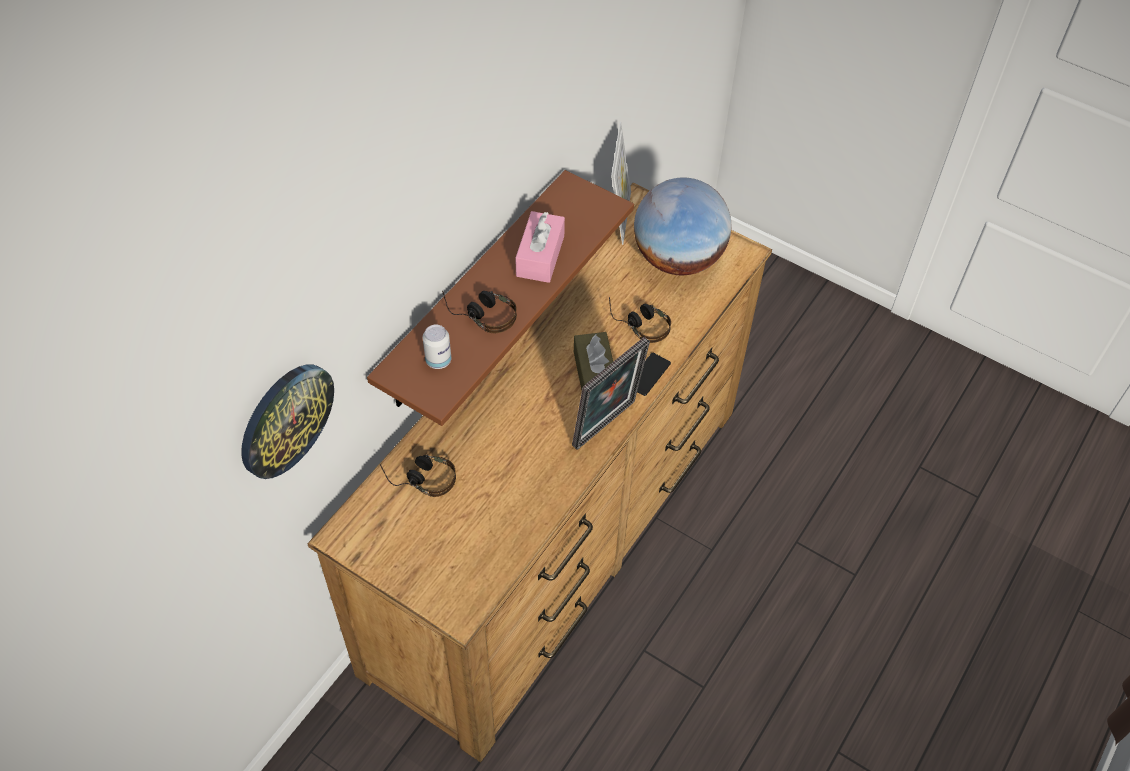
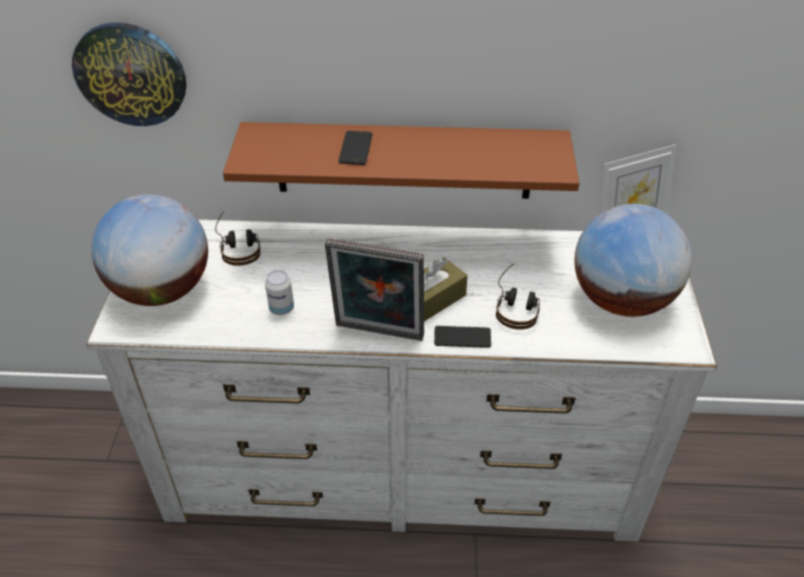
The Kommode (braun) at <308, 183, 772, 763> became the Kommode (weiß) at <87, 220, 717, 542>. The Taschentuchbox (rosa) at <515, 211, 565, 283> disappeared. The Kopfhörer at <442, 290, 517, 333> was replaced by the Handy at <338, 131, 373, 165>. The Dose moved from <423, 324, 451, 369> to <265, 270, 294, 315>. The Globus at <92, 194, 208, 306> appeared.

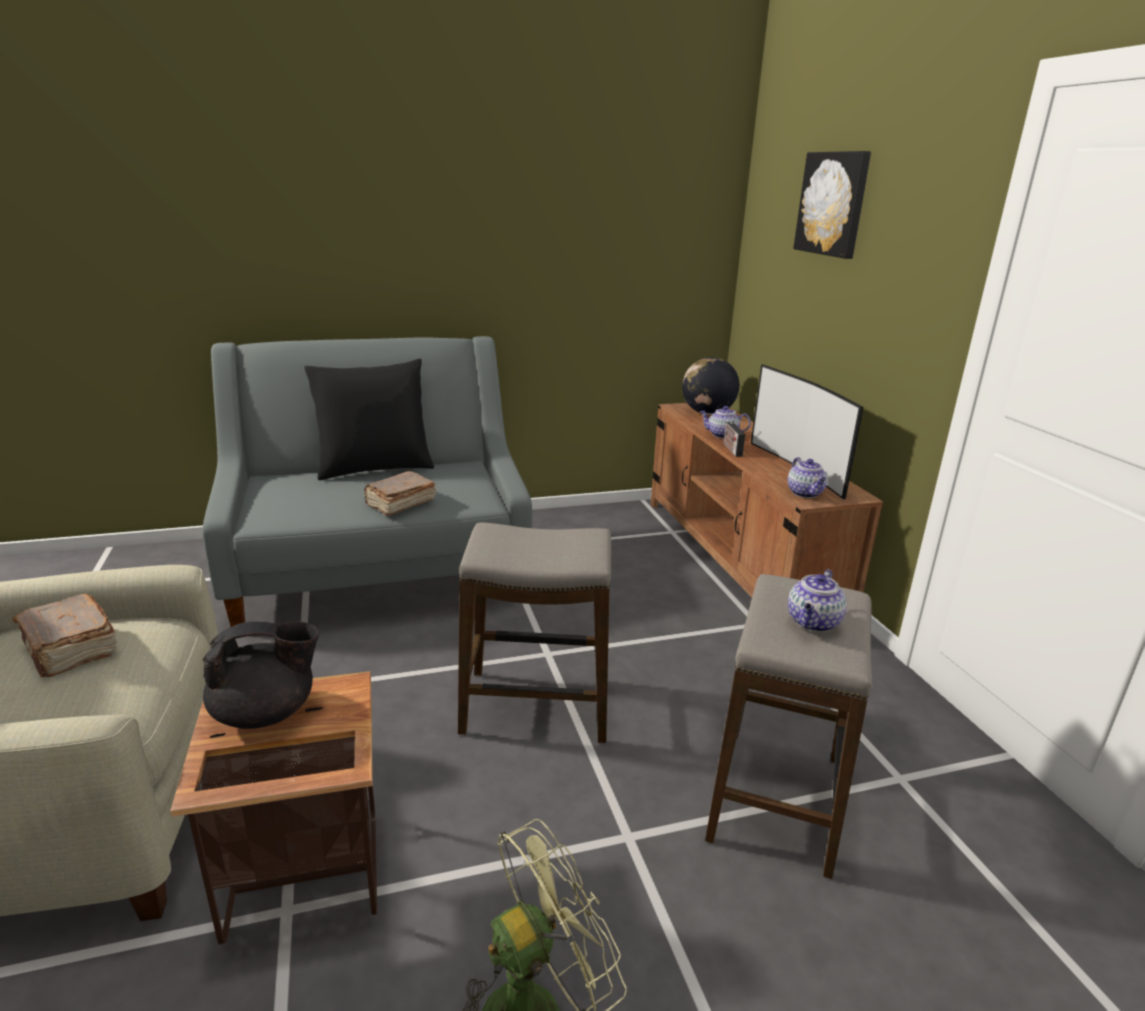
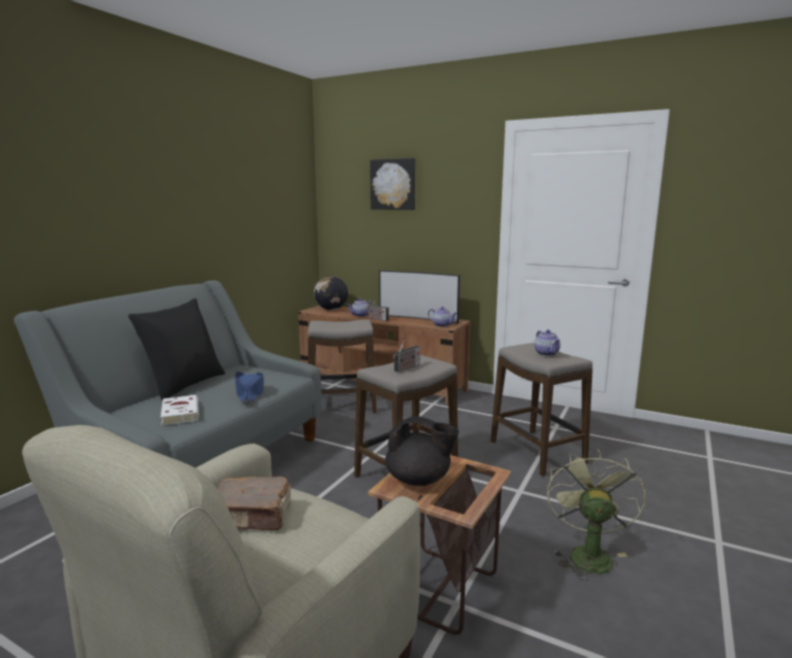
The Buch (braun) at <364, 471, 436, 516> was replaced by the Hut (blau) at <234, 372, 264, 403>. The Teekanne (schwarz) at <203, 621, 319, 729> turned 75 degrees clockwise. The Hocker at <307, 319, 377, 414> appeared. The Radio at <393, 340, 420, 372> appeared. The Buch (weiß) at <161, 395, 199, 425> appeared.

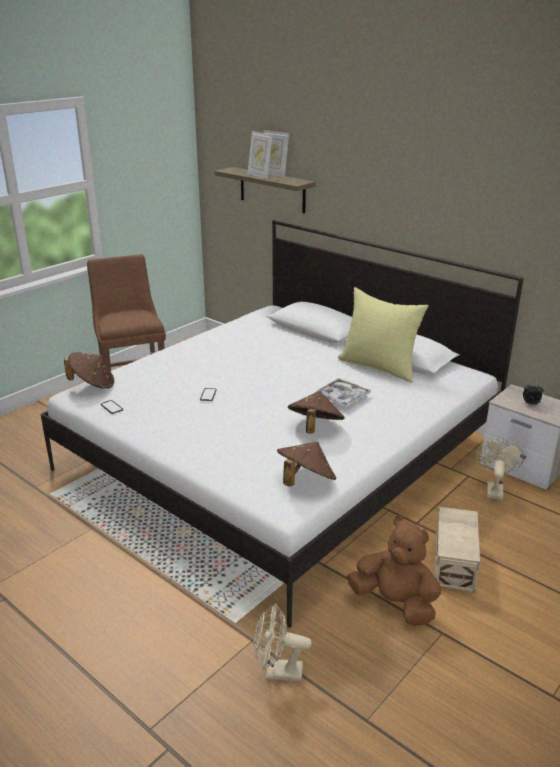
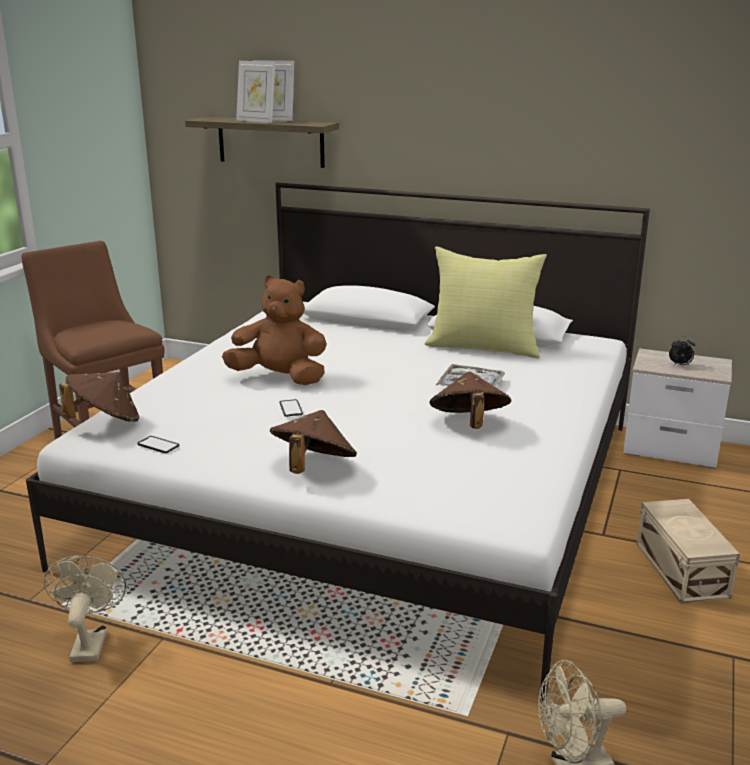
The Ventilator (beige) moved from <476, 439, 524, 500> to <44, 555, 126, 662>. The Hut (braun) moved from <277, 442, 336, 486> to <270, 410, 357, 474>. The Plüschtier (braun) moved from <347, 516, 441, 626> to <222, 275, 327, 385>.

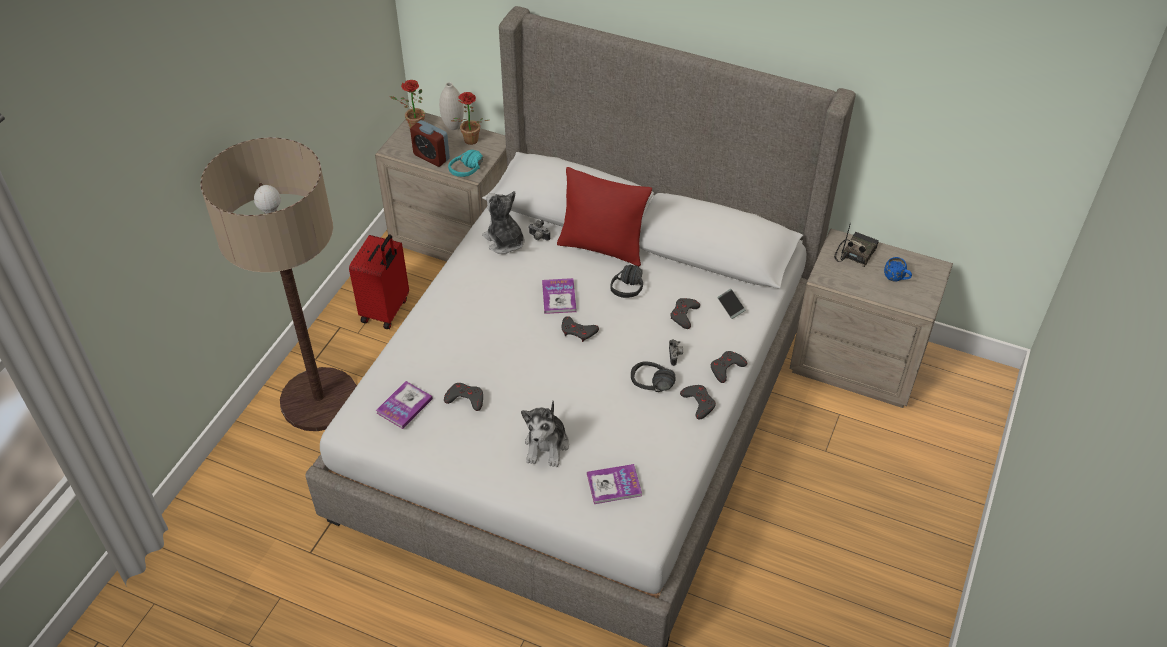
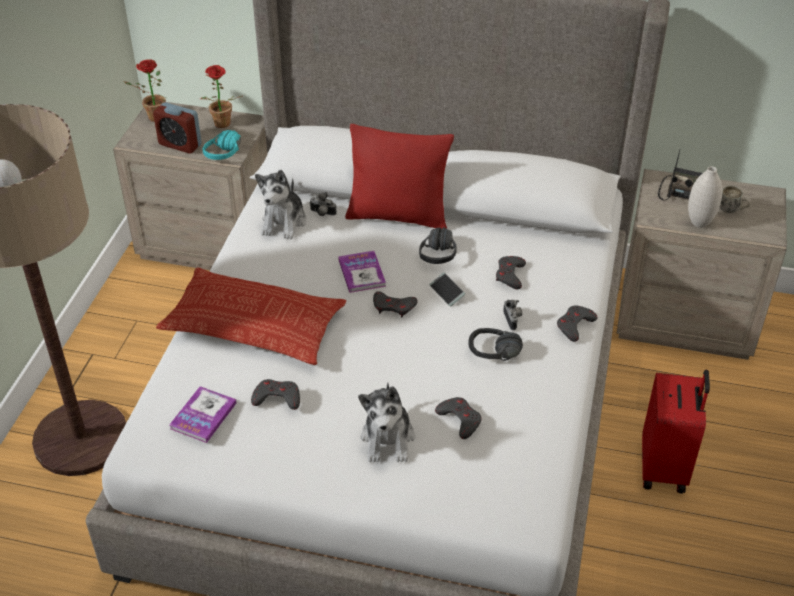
The Vase (weiß) moved from <439, 82, 464, 130> to <688, 166, 722, 228>. The Plüschtier at <482, 191, 525, 254> turned 120 degrees counterclockwise. The Koffer (rot) moved from <349, 234, 409, 329> to <642, 370, 710, 494>. The Henkelbecher (blau) at <884, 257, 912, 281> became the Henkelbecher (weiß) at <719, 185, 751, 213>. The Handy moved from <717, 289, 746, 319> to <429, 272, 465, 307>. The Gamepad (grau) moved from <680, 385, 716, 420> to <435, 397, 482, 439>. The Buch at <587, 464, 642, 504> disappeared. The Kissen at <156, 267, 346, 365> appeared.

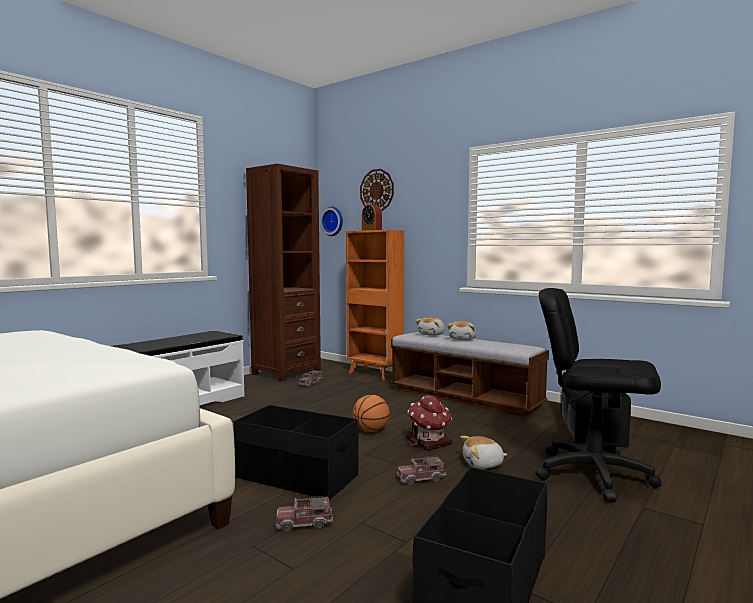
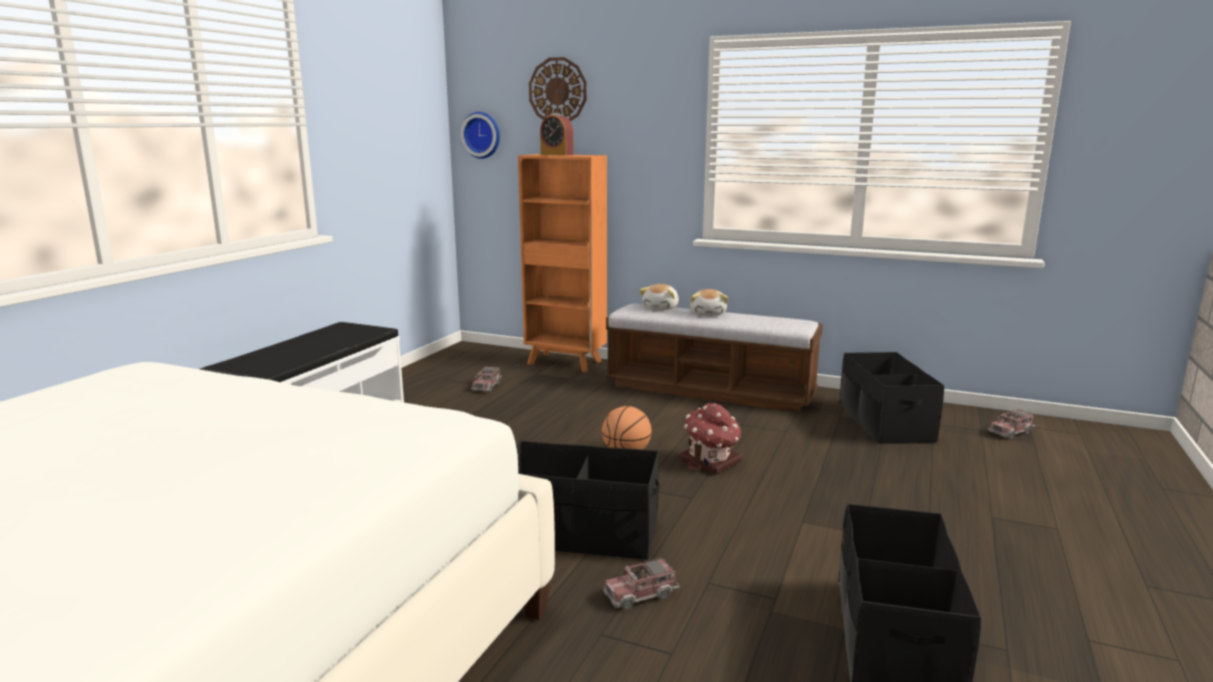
The Bücherregal (braun) at <246, 164, 321, 382> disappeared. The Bürostuhl (schwarz) at <535, 288, 662, 502> disappeared. The Plüschtier at <460, 436, 508, 469> disappeared. The Spielzeuglaster moved from <397, 455, 447, 486> to <988, 409, 1035, 439>.

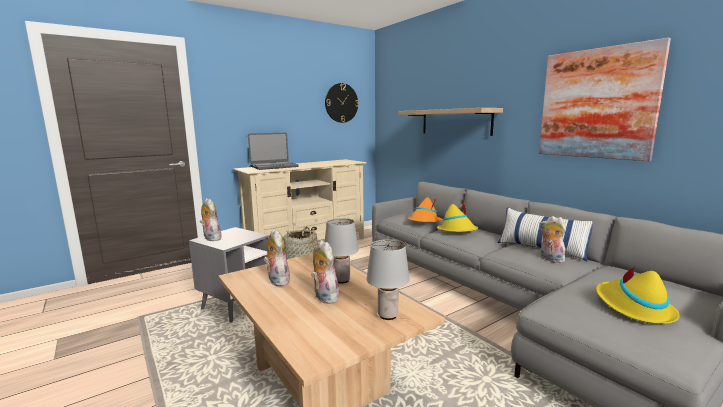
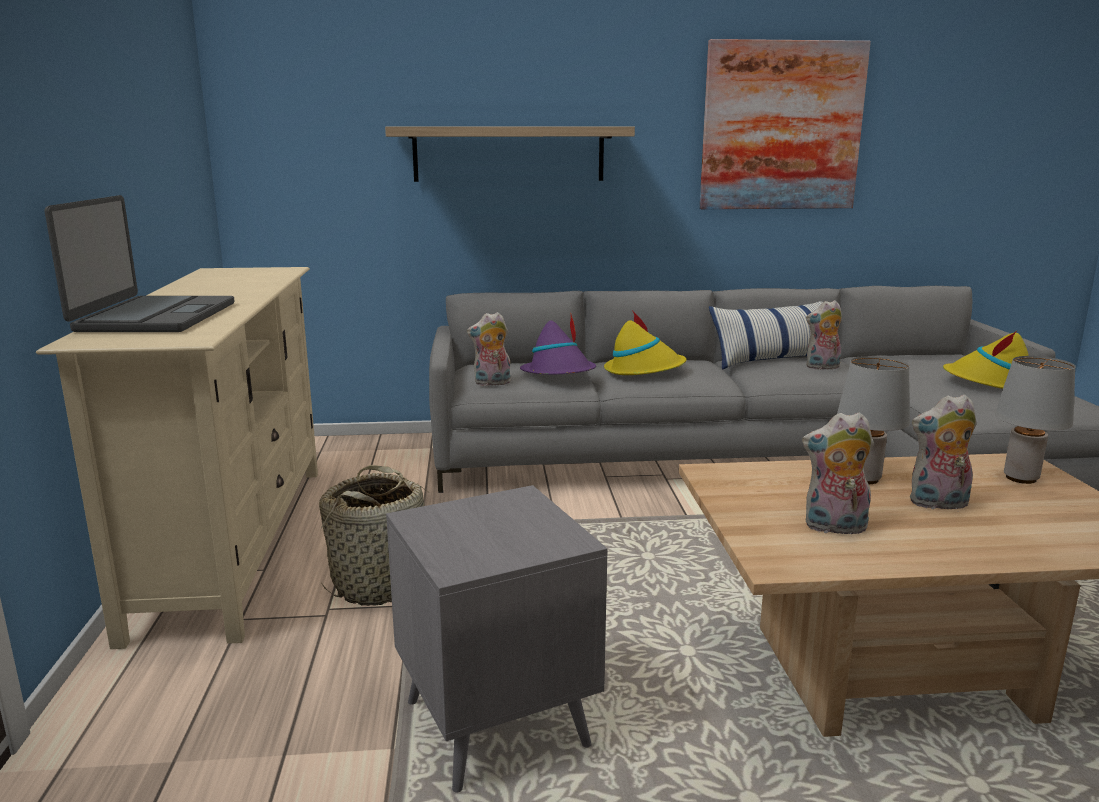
The Wanduhr at <325, 83, 359, 123> disappeared. The Hut (orange) at <408, 197, 443, 222> became the Hut (lila) at <520, 312, 596, 374>. The Plüschtier moved from <200, 198, 222, 241> to <467, 312, 511, 386>.

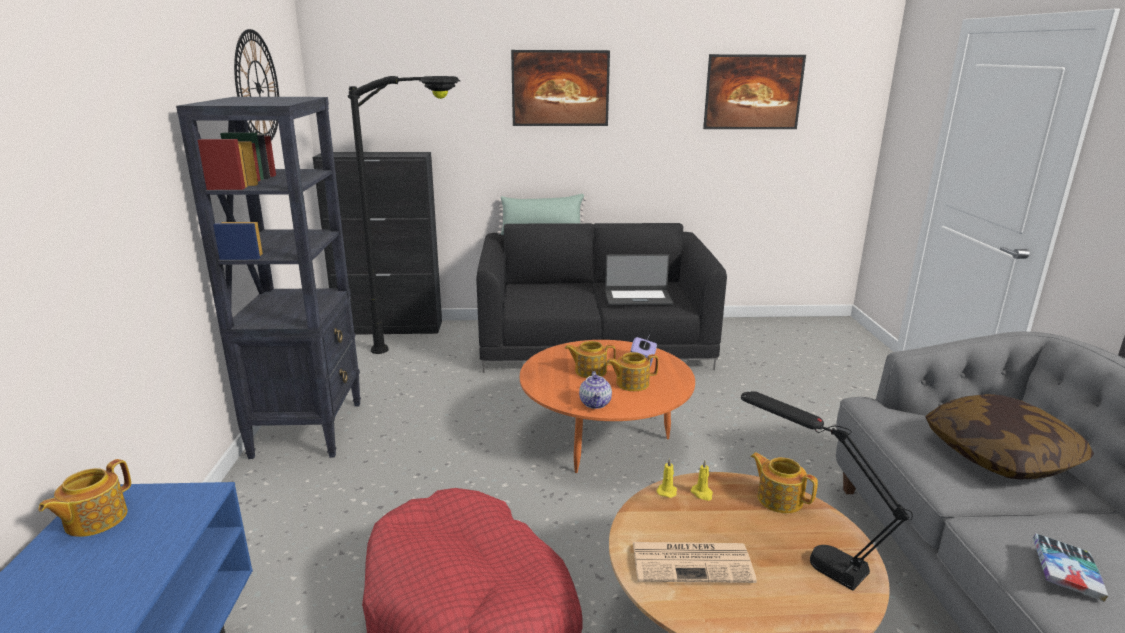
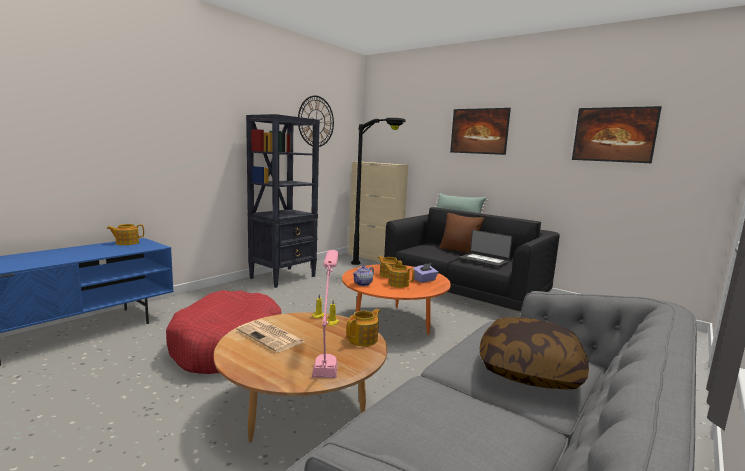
The Schrank (schwarz) at <313, 152, 442, 335> became the Schrank (beige) at <348, 162, 408, 262>. The Tischlampe (schwarz) at <741, 391, 913, 591> became the Tischlampe (rosa) at <312, 250, 339, 378>. The Teekanne at <750, 453, 818, 513> turned 45 degrees clockwise. The Buch at <1033, 534, 1108, 602> disappeared. The Kissen (braun) at <440, 213, 484, 253> appeared.

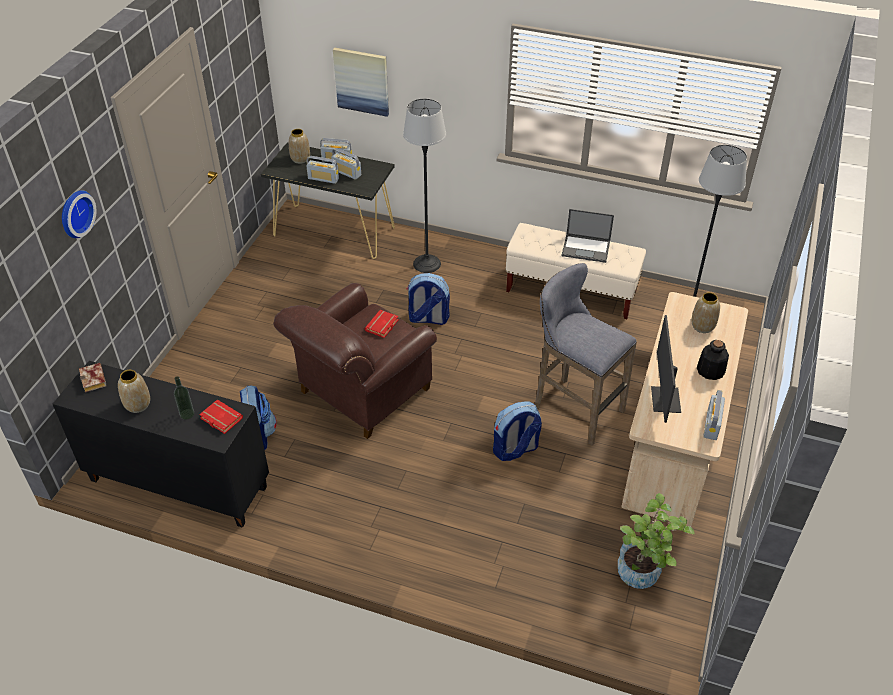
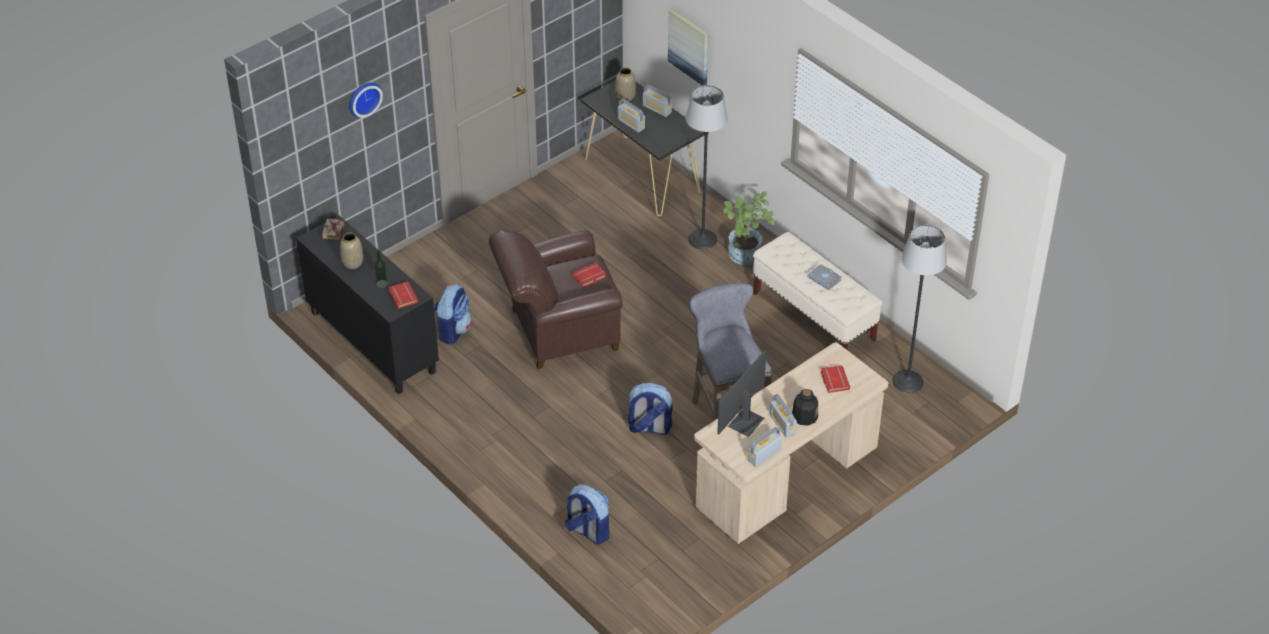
The Radio moved from <331, 148, 361, 180> to <770, 394, 797, 437>. The Laptop at <562, 209, 614, 263> was replaced by the Buch (grau) at <807, 264, 841, 290>. The Rucksack moved from <406, 273, 450, 325> to <565, 484, 609, 545>. The Vase at <691, 292, 720, 333> was replaced by the Buch (rot) at <821, 365, 850, 393>. The Topfpflanze moved from <618, 493, 695, 589> to <723, 191, 775, 265>.

